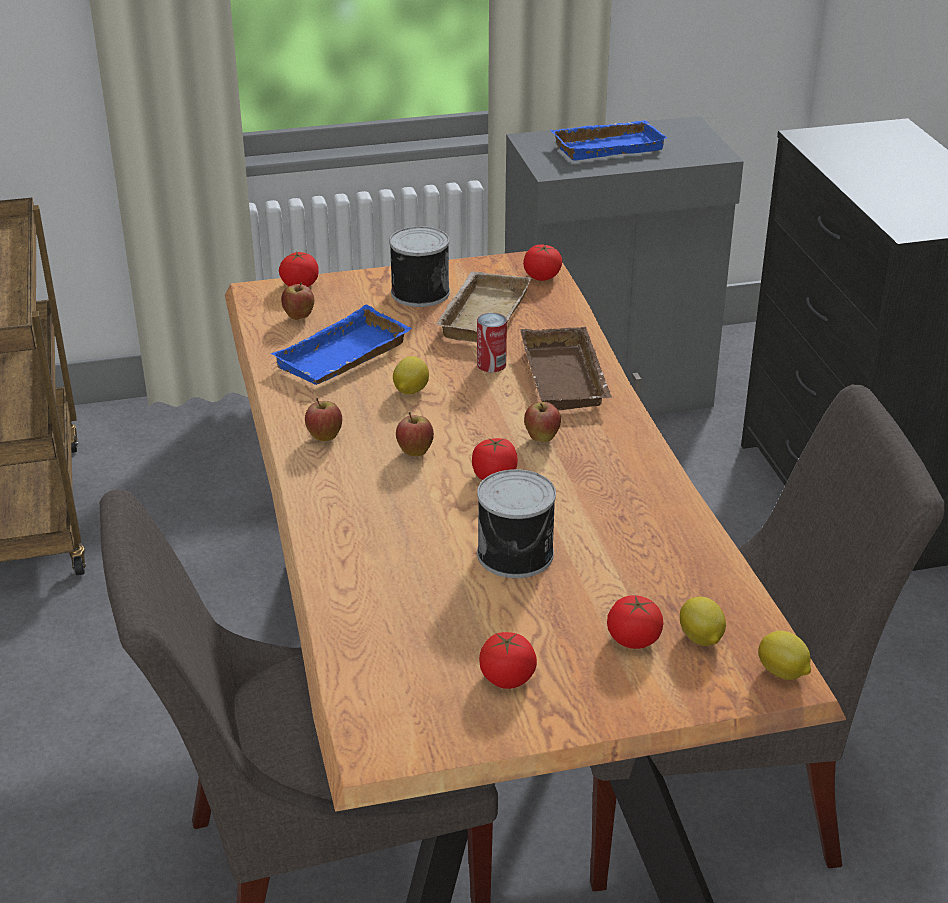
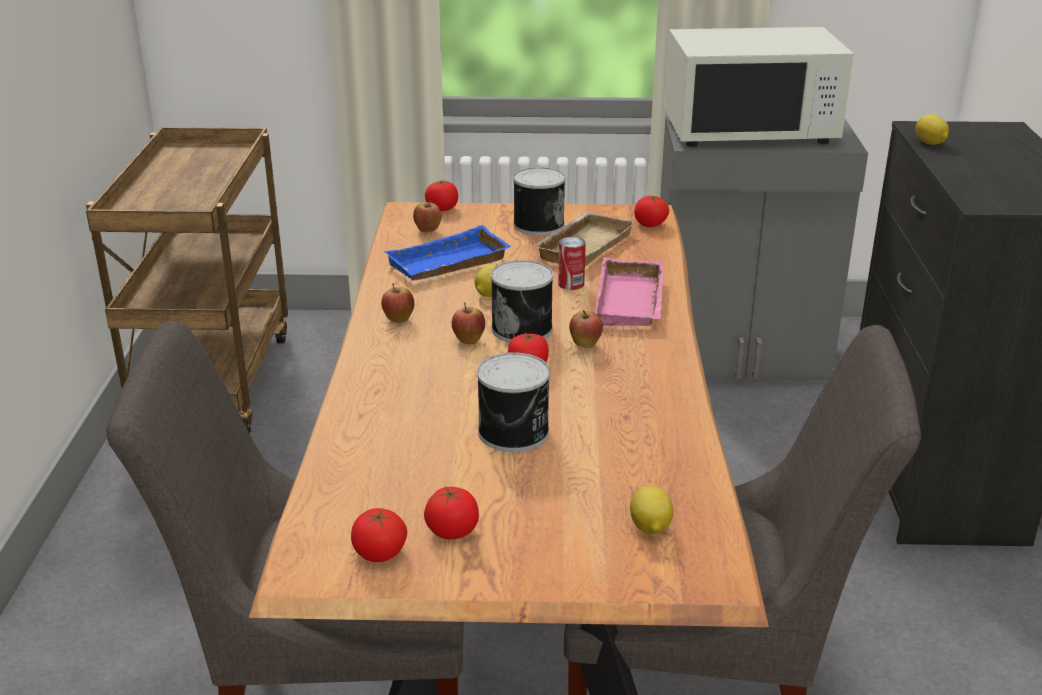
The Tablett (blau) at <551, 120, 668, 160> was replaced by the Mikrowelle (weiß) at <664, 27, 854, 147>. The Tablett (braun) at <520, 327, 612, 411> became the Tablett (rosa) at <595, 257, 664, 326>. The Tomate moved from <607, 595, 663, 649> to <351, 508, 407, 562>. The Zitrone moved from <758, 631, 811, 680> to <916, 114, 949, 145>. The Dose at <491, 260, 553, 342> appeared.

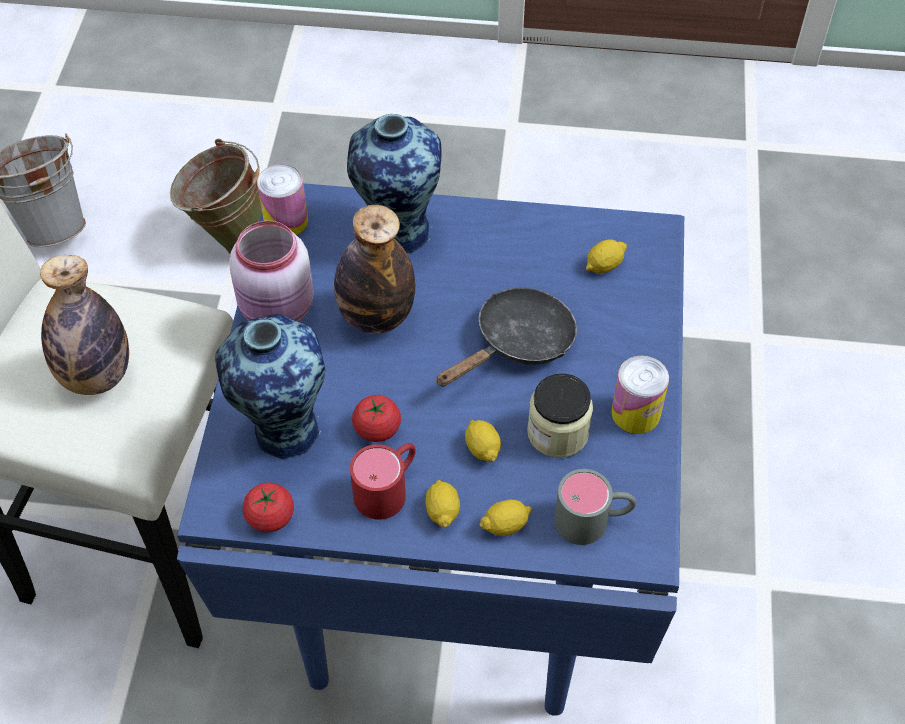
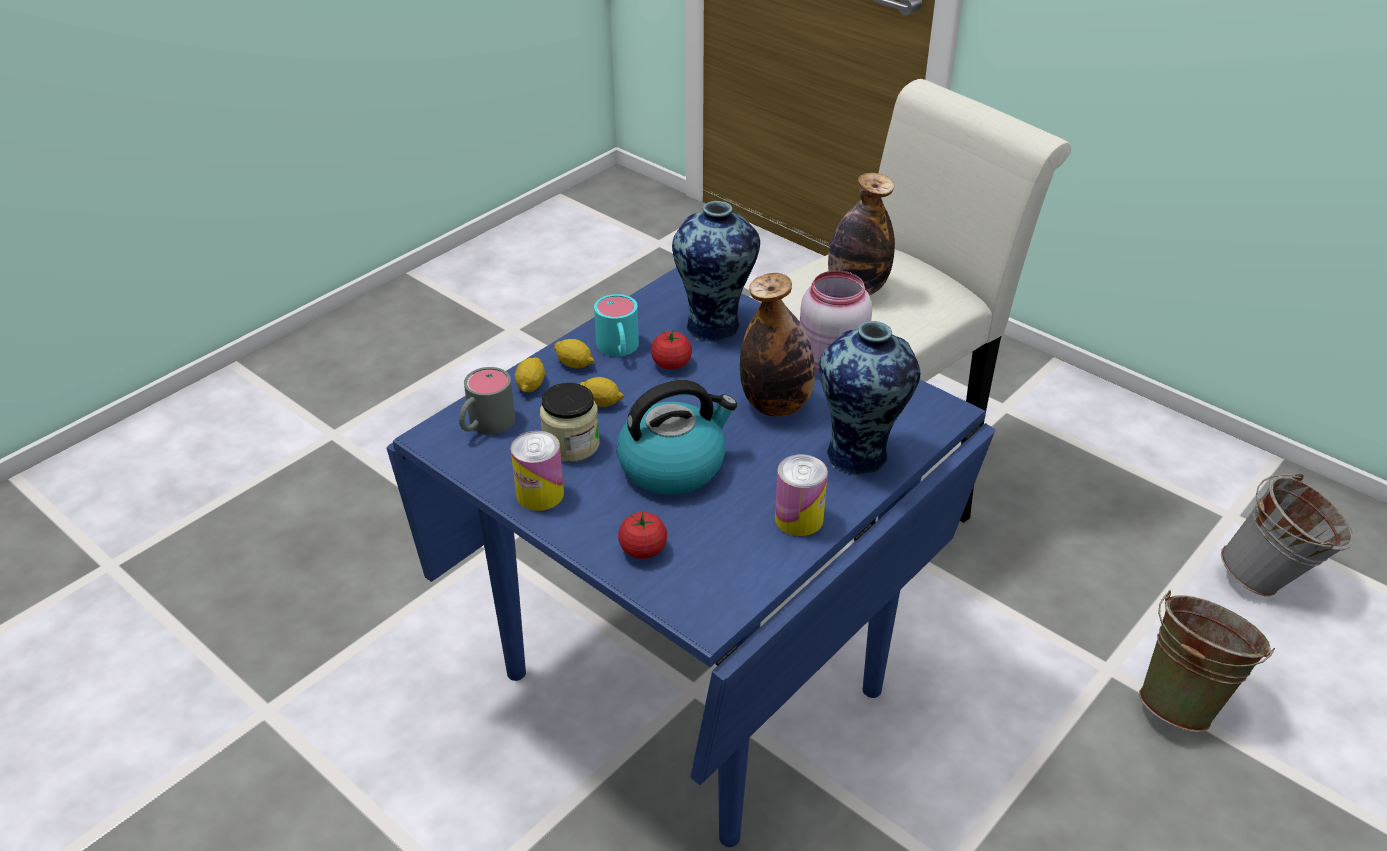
The Dose moved from <257, 164, 308, 235> to <775, 454, 828, 536>. The Zitrone at <586, 239, 627, 274> disappeared. The Pfanne (schwarz) at <436, 288, 577, 387> was replaced by the Wasserkessel at <617, 380, 737, 495>. The Henkelbecher (rot) at <350, 443, 416, 520> became the Henkelbecher (türkis) at <594, 294, 639, 357>. The Tomate moved from <243, 483, 294, 532> to <618, 512, 667, 559>.

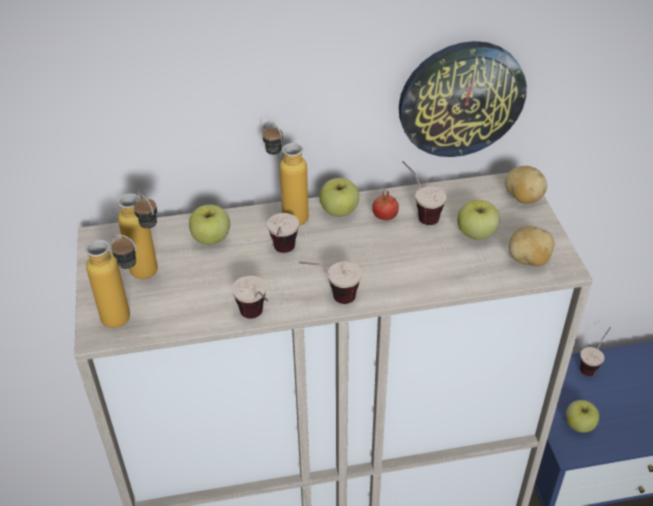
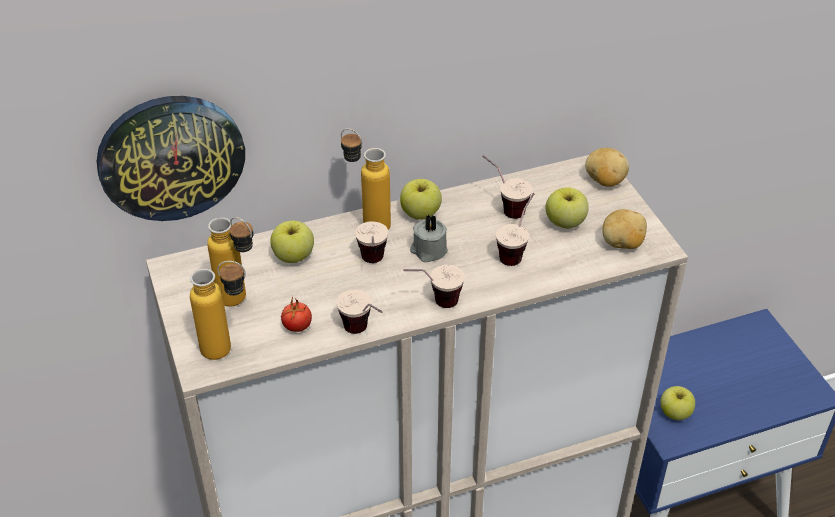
The Wanduhr moved from <399, 41, 527, 157> to <97, 96, 245, 221>. The Tomate moved from <372, 188, 399, 220> to <281, 295, 312, 332>. The Tasse moved from <580, 328, 611, 376> to <496, 193, 535, 266>. The Kerze (grau) at <410, 214, 448, 262> appeared.

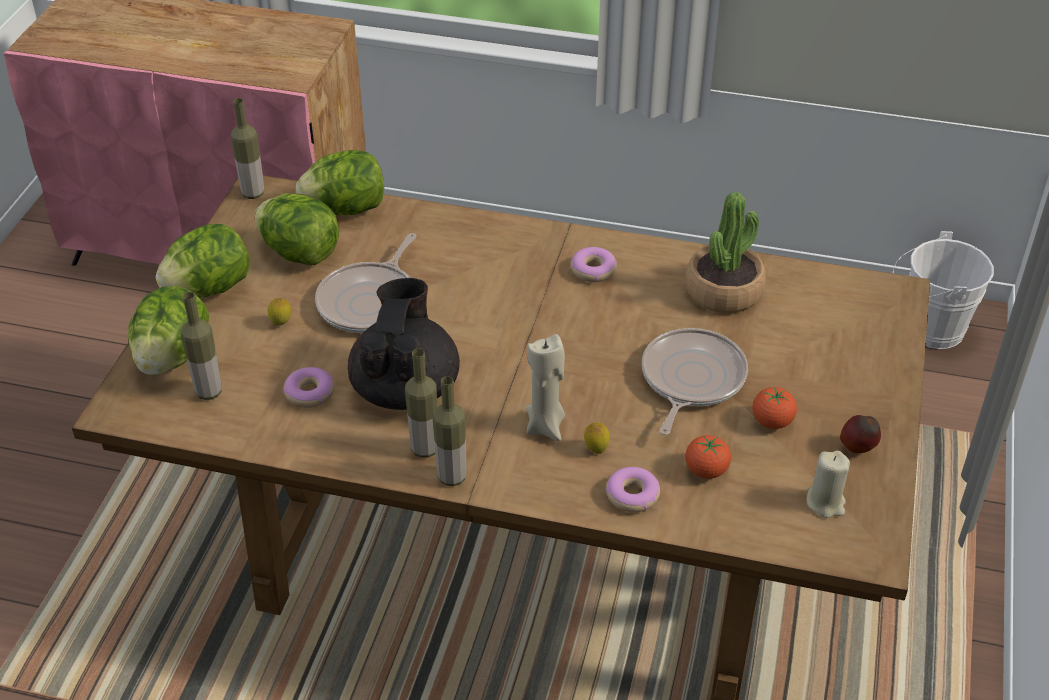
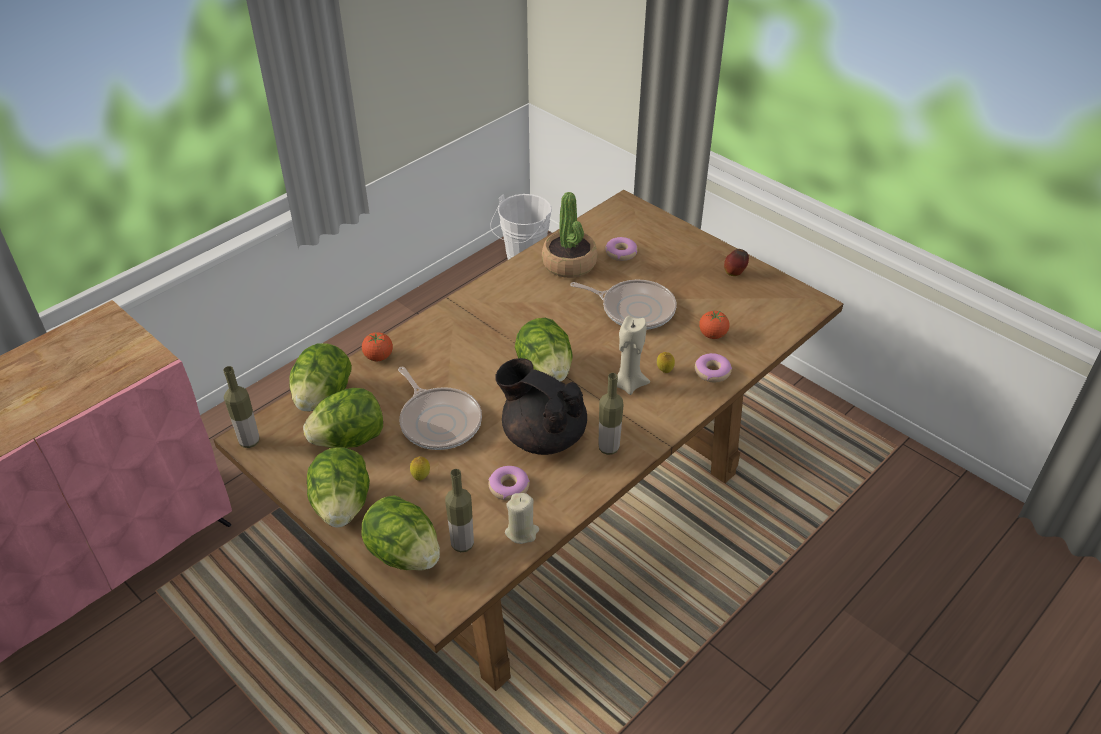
The Donut moved from <571, 247, 617, 282> to <605, 237, 638, 261>. The Pfanne at <642, 328, 748, 435> turned 150 degrees clockwise. The Flasche at <433, 376, 466, 486> disappeared. The Tomate moved from <753, 387, 797, 429> to <362, 332, 393, 361>. The Kerze (beige) moved from <807, 451, 850, 518> to <505, 493, 539, 544>. The Salatkopf at <515, 318, 573, 382> appeared.

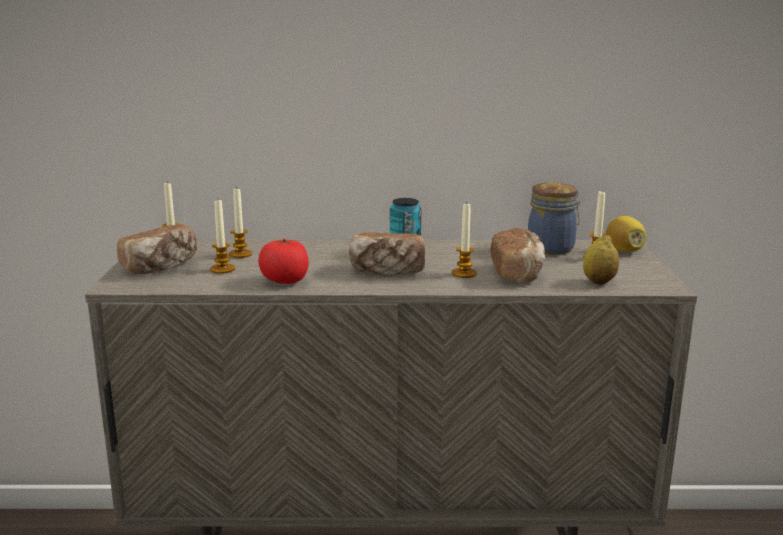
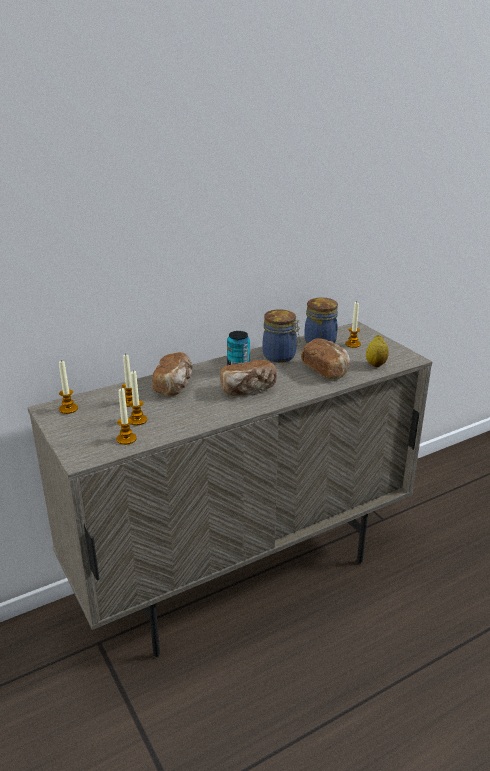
The Kerze moved from <452, 203, 477, 278> to <116, 388, 137, 445>. The Zitrone at <605, 216, 646, 252> disappeared. The Brot moved from <117, 224, 197, 274> to <152, 352, 193, 396>. The Tomate at <258, 239, 309, 284> disappeared. The Vorratsglas at <263, 309, 300, 363> appeared.

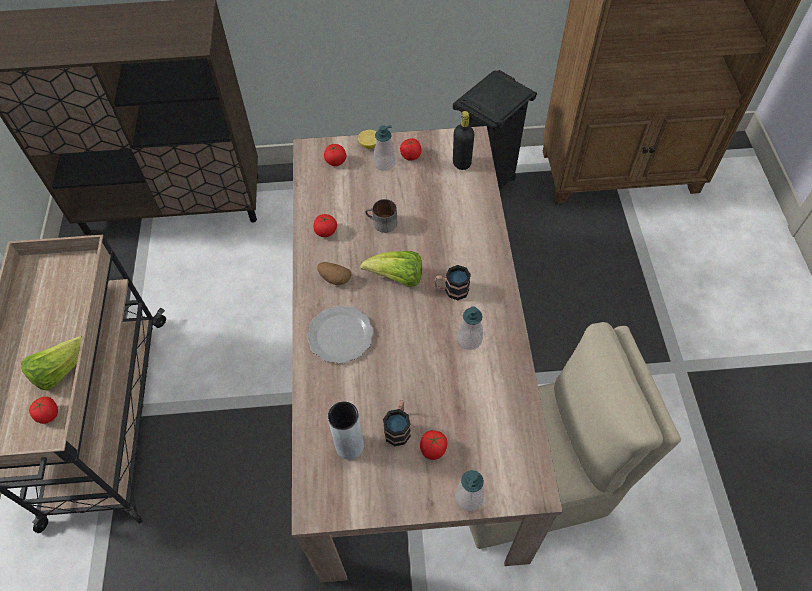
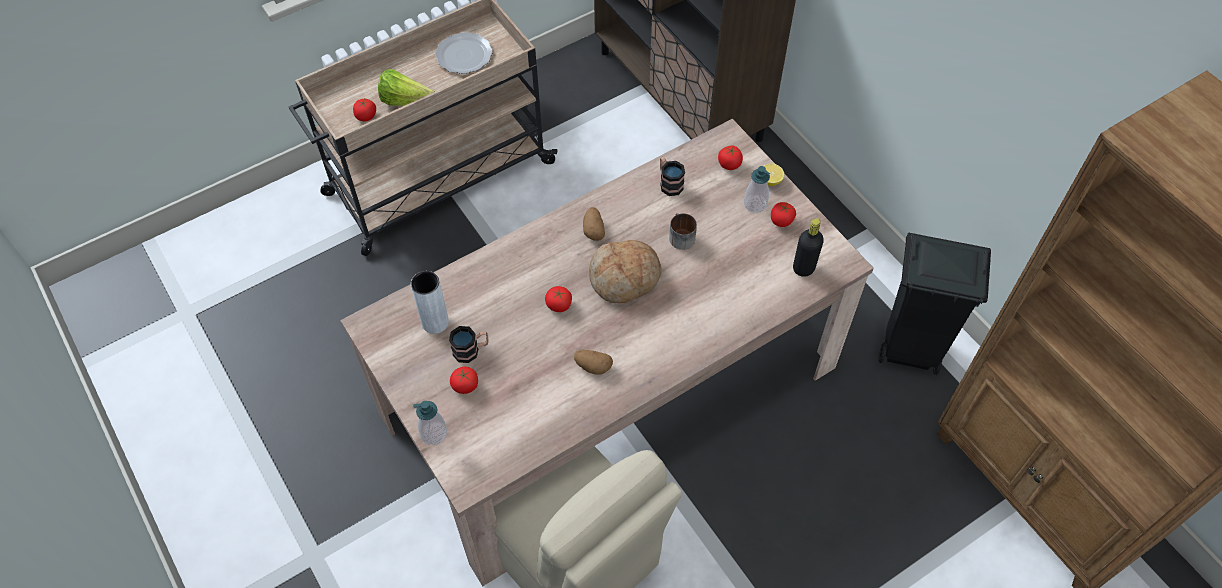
The Tomate moved from <314, 214, 337, 237> to <545, 286, 572, 312>. The Salatkopf at <360, 251, 422, 286> was replaced by the Brot at <589, 240, 662, 303>. The Henkelbecher moved from <435, 265, 471, 300> to <660, 157, 685, 196>. The Teller moved from <307, 306, 374, 364> to <435, 32, 493, 74>. The Seifenspender at <458, 306, 483, 350> was replaced by the Kartoffel at <574, 350, 613, 375>.

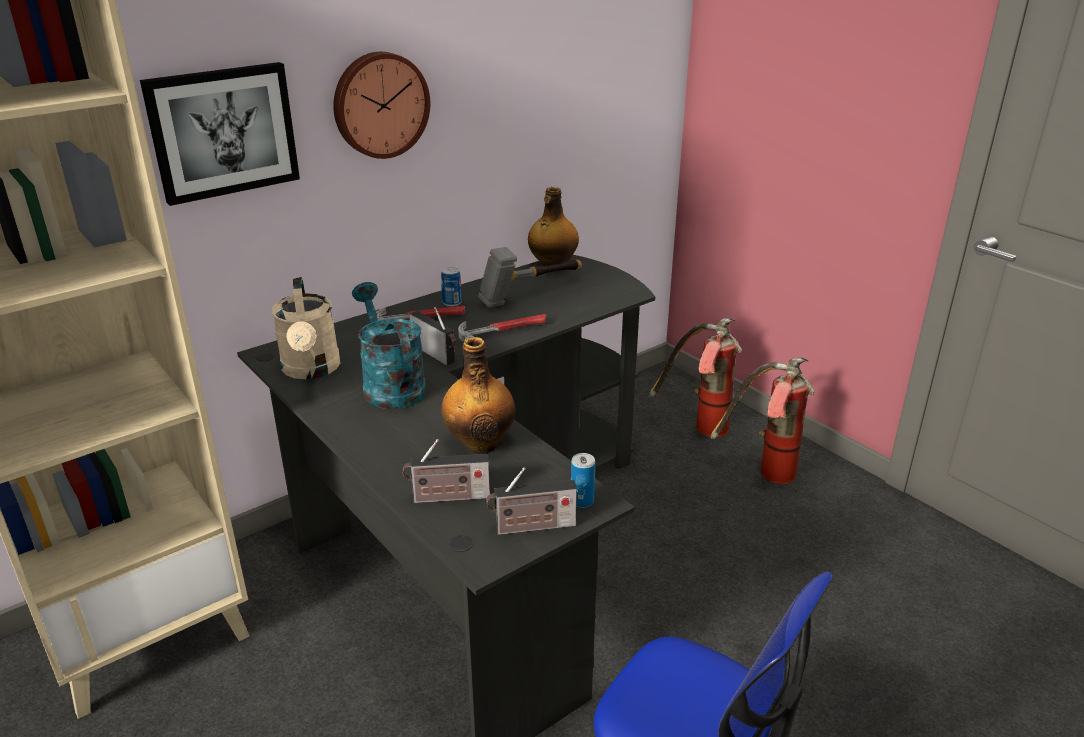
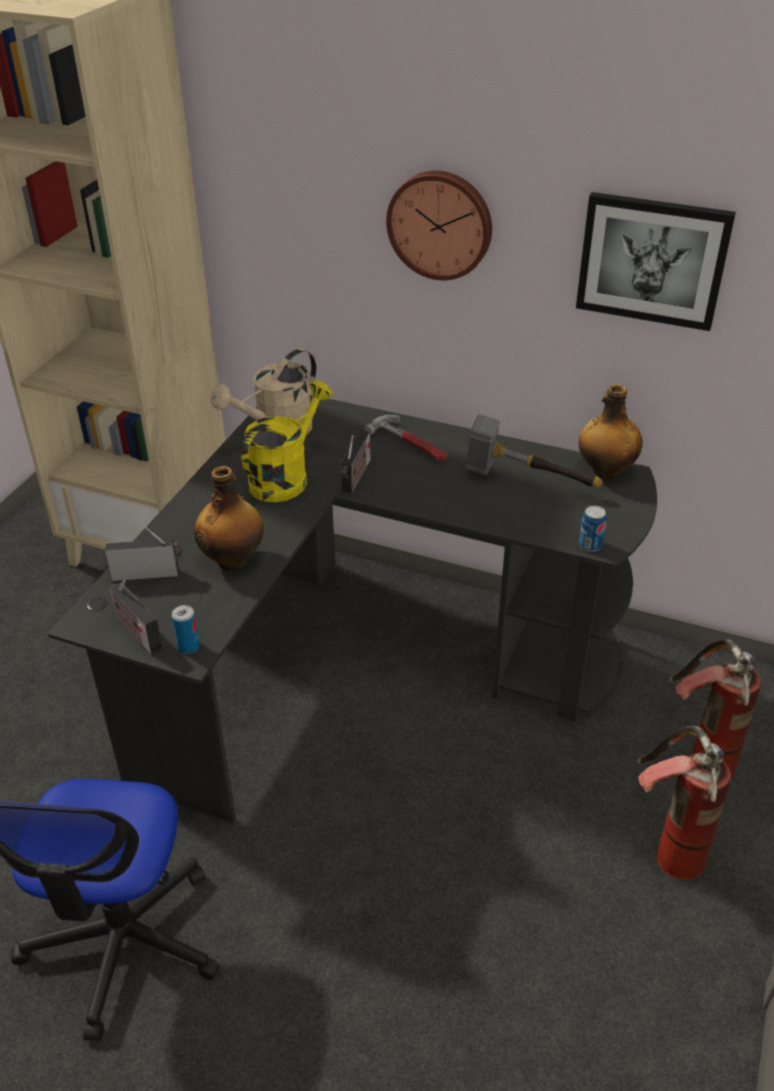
The Bild moved from <140, 62, 300, 206> to <576, 192, 736, 331>. The Dose moved from <441, 267, 462, 306> to <579, 506, 607, 552>. The Gießkanne (türkis) at <352, 282, 426, 409> became the Gießkanne (gelb) at <241, 381, 333, 502>. The Hammer at <458, 314, 546, 342> disappeared. The Radio at <403, 439, 490, 503> turned 120 degrees clockwise.

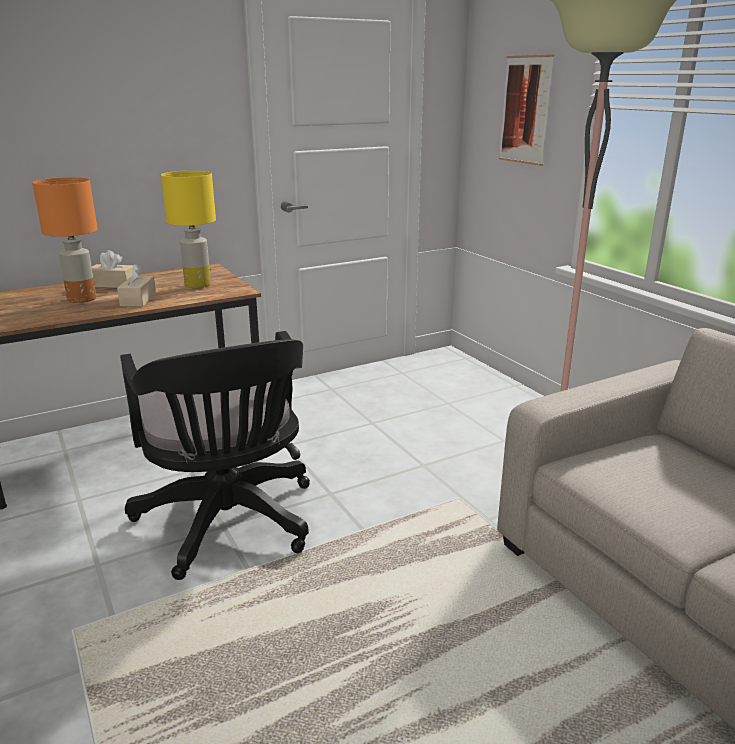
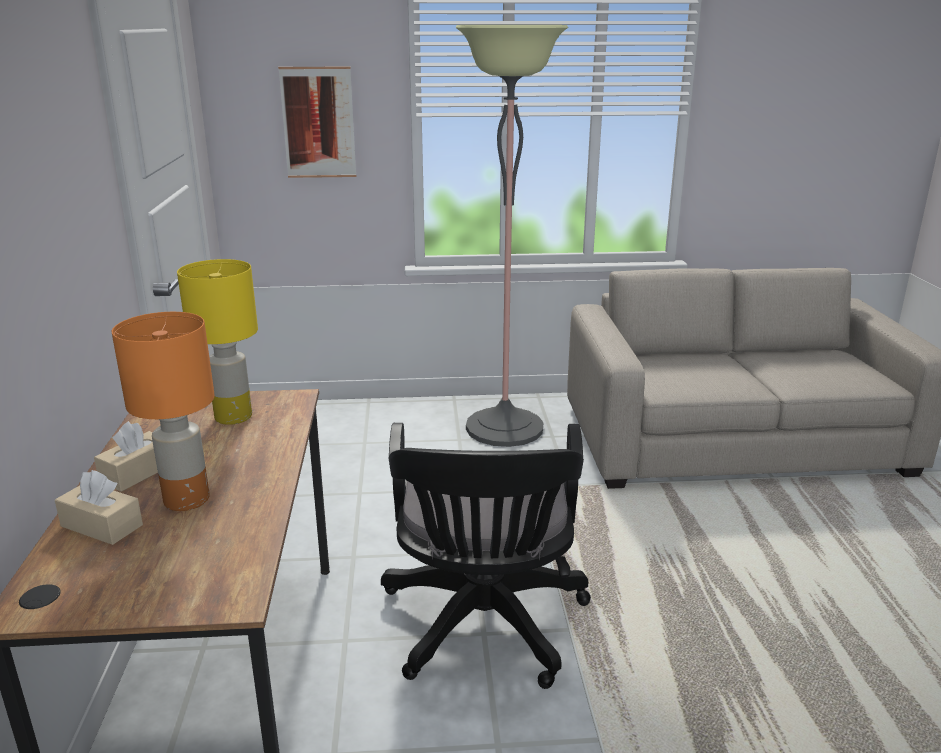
The Taschentuchbox (beige) moved from <117, 264, 156, 306> to <55, 470, 143, 545>. The Bürostuhl (schwarz) at <120, 331, 310, 580> turned 90 degrees clockwise.

